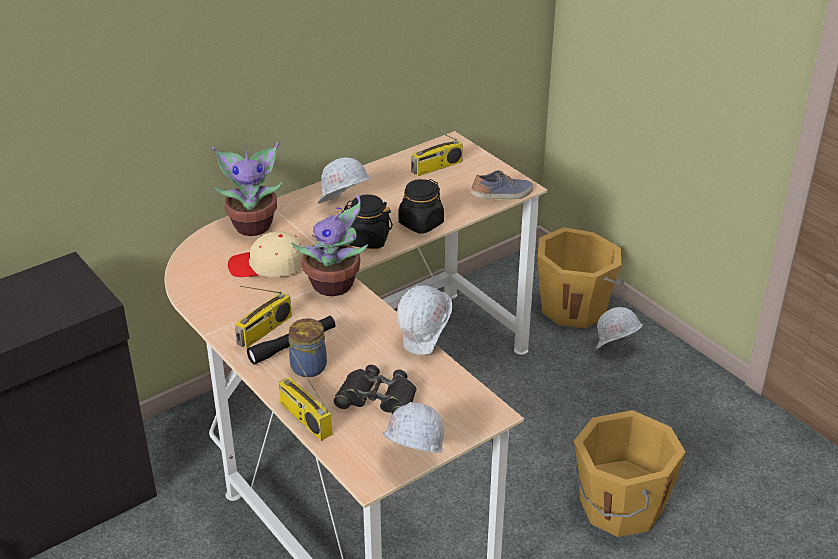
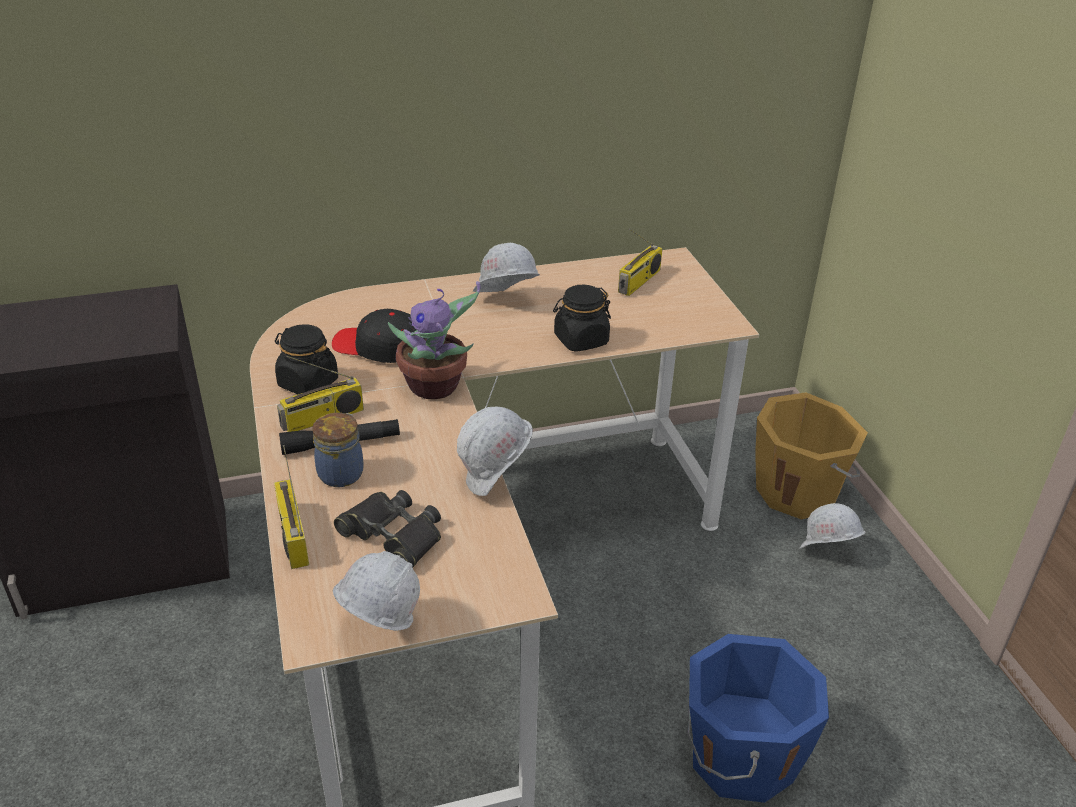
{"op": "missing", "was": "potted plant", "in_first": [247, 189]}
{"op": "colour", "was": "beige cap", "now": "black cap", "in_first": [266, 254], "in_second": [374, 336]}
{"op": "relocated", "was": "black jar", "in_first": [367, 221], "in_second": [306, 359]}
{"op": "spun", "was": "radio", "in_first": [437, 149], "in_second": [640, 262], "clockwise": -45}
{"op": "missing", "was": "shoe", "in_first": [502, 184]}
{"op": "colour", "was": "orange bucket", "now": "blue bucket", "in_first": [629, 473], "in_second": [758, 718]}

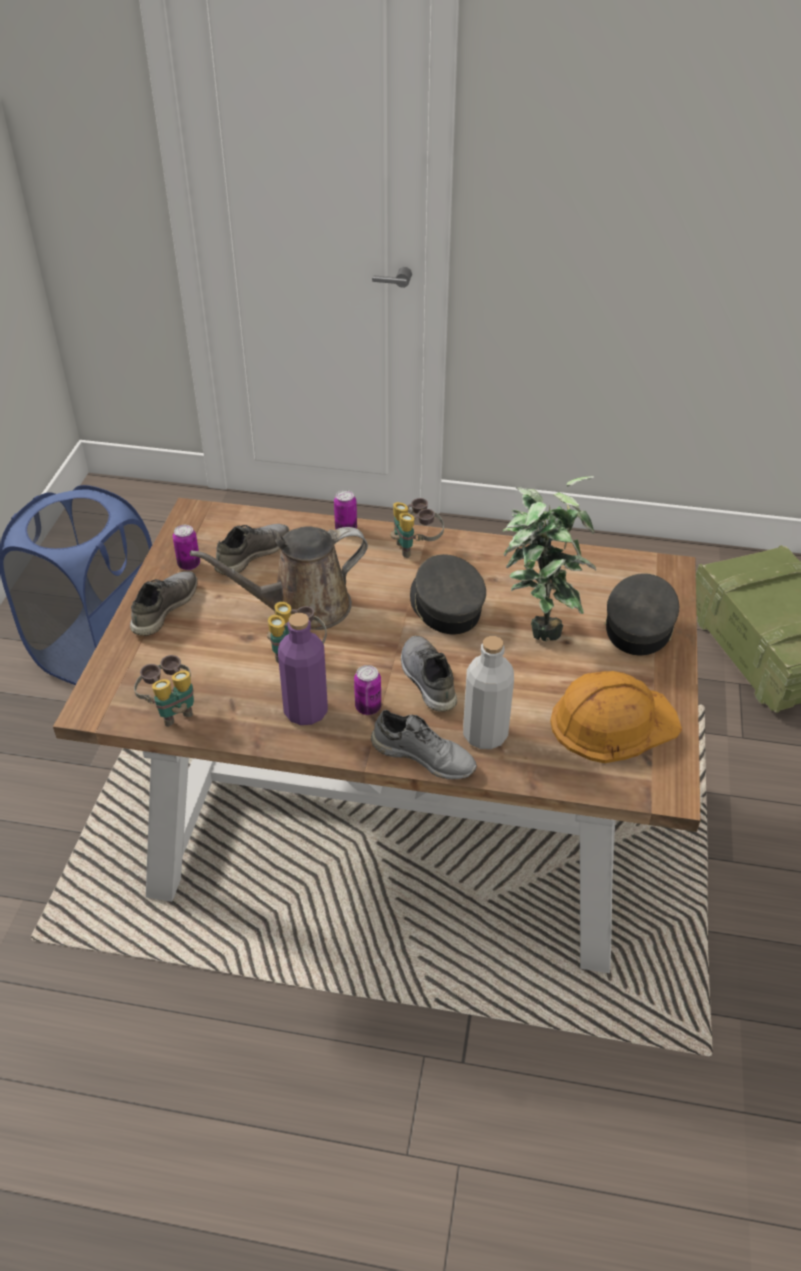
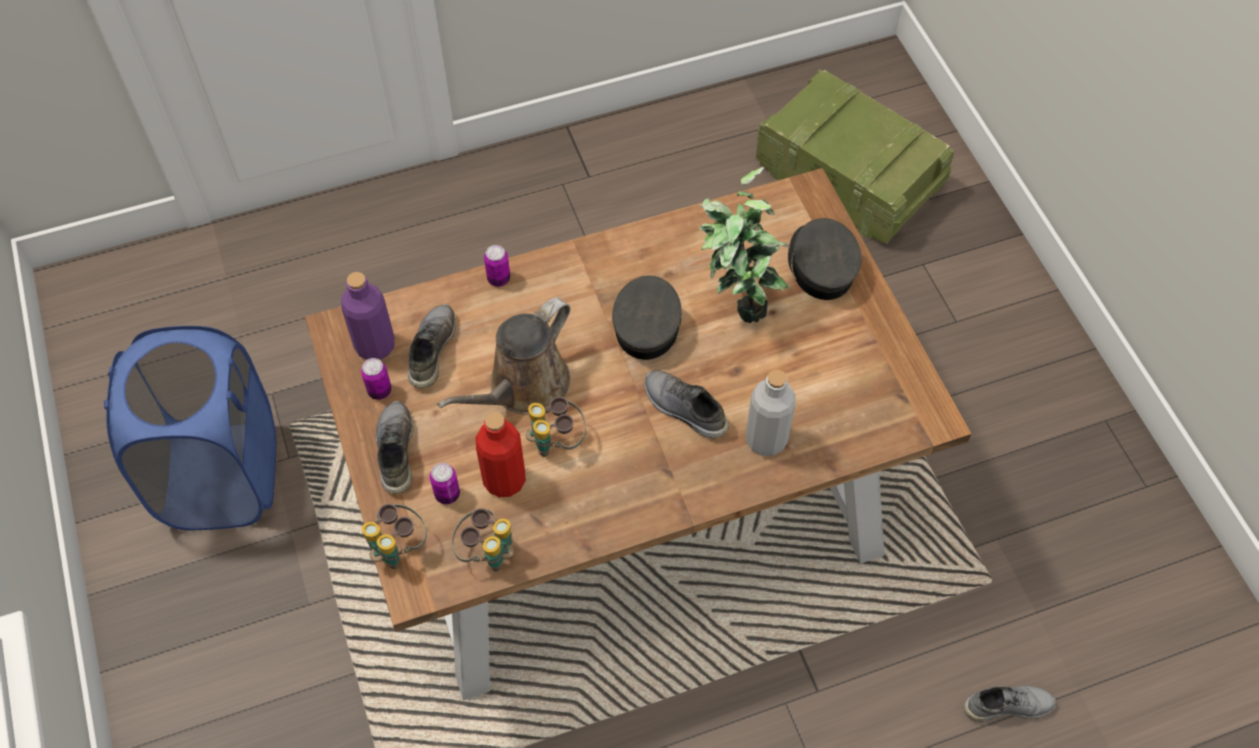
{"op": "relocated", "was": "purple bottle", "in_first": [303, 669], "in_second": [368, 316]}
{"op": "relocated", "was": "can", "in_first": [367, 690], "in_second": [445, 483]}
{"op": "relocated", "was": "grey shoe", "in_first": [424, 745], "in_second": [1010, 704]}
{"op": "relocated", "was": "binoculars", "in_first": [417, 528], "in_second": [394, 536]}
{"op": "spun", "was": "grey cap", "in_first": [448, 594], "in_second": [647, 318], "clockwise": 60}
{"op": "missing", "was": "orange hard hat", "in_first": [616, 717]}
{"op": "appeared", "now": "red bottle", "in_second": [500, 454]}

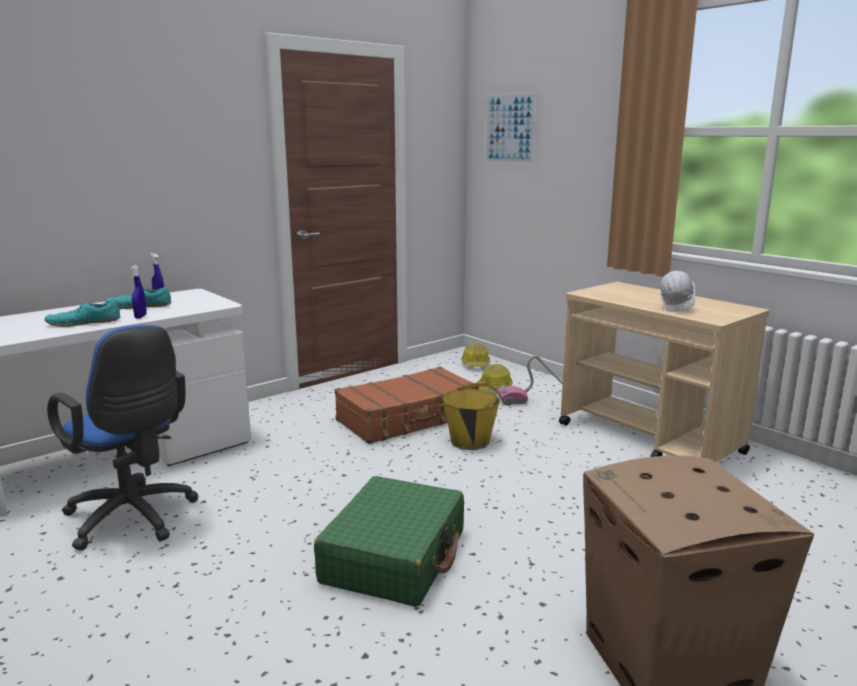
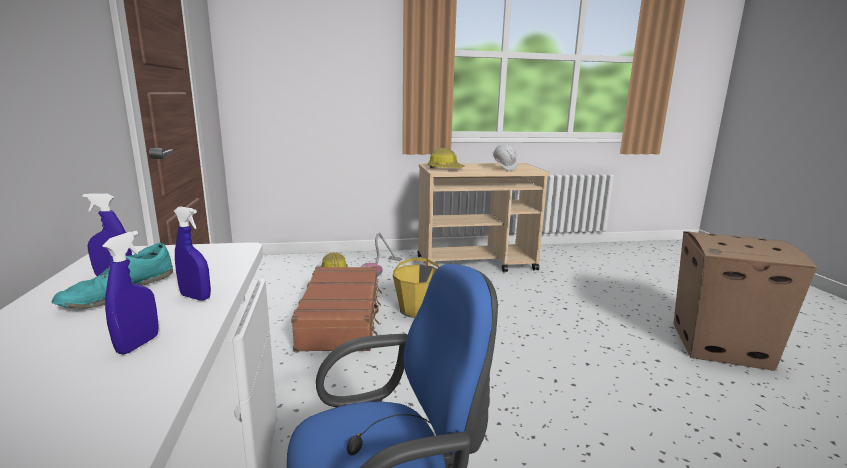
{"op": "exchanged", "was": "turquoise shoe", "now": "blue spray bottle", "in_first": [82, 313], "in_second": [130, 293]}
{"op": "missing", "was": "green suitcase", "in_first": [389, 541]}
{"op": "relocated", "was": "hard hat", "in_first": [475, 355], "in_second": [446, 158]}
{"op": "missing", "was": "picture", "in_first": [511, 128]}

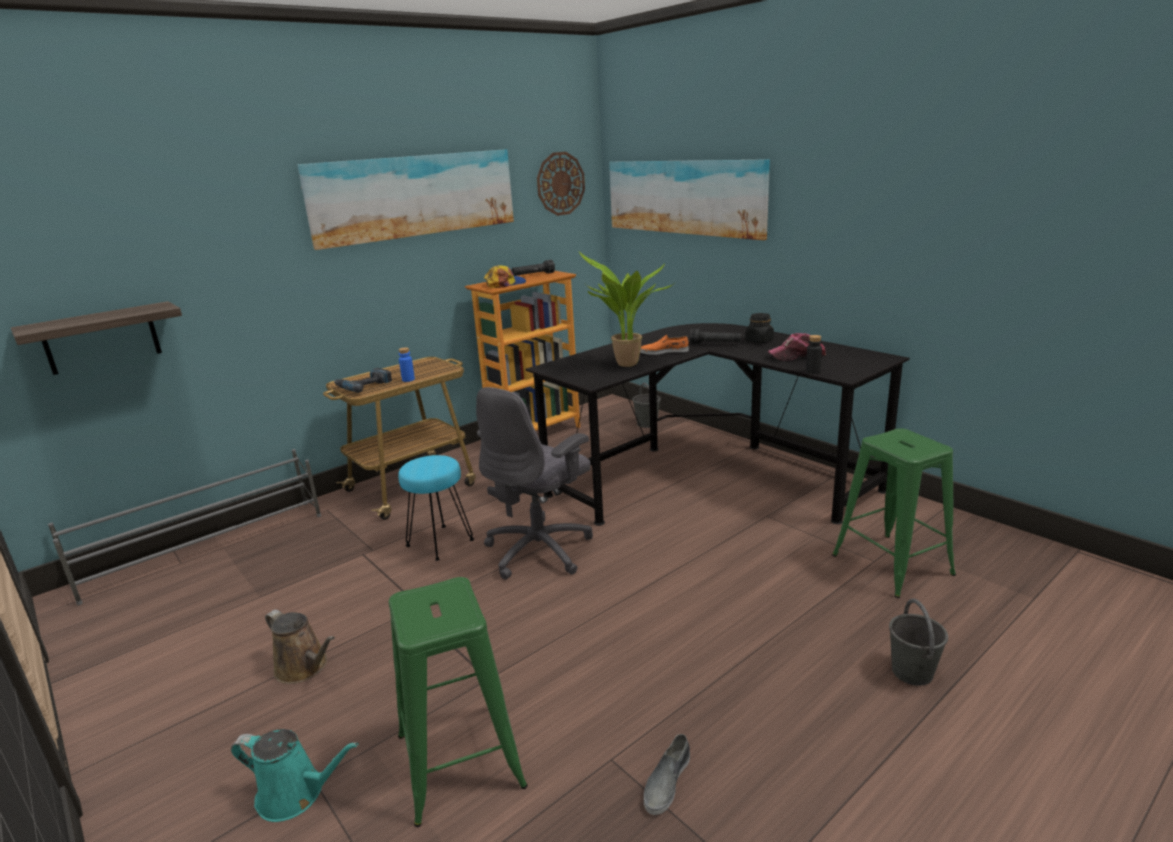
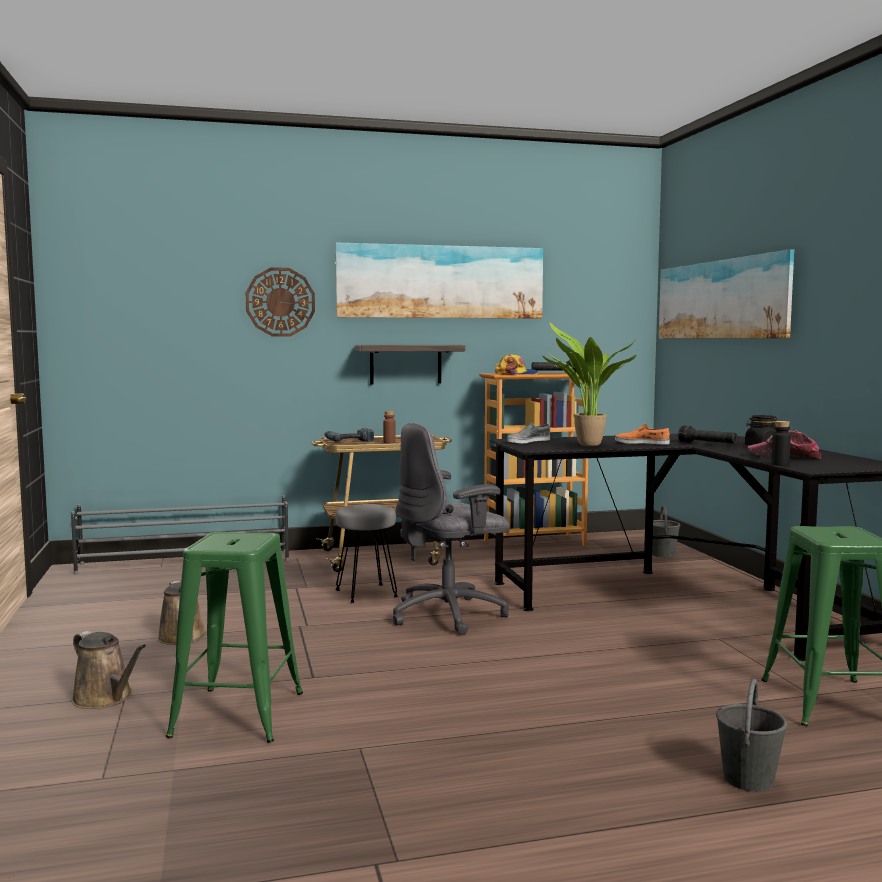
{"op": "relocated", "was": "shelf", "in_first": [96, 338], "in_second": [410, 364]}
{"op": "colour", "was": "turquoise watering can", "now": "brown watering can", "in_first": [294, 775], "in_second": [109, 670]}
{"op": "colour", "was": "blue bottle", "now": "brown bottle", "in_first": [406, 364], "in_second": [389, 427]}
{"op": "colour", "was": "turquoise stool", "now": "grey stool", "in_first": [436, 508], "in_second": [366, 553]}
{"op": "relocated", "was": "wall clock", "in_first": [561, 184], "in_second": [280, 302]}
{"op": "relocated", "was": "grey shoe", "in_first": [667, 774], "in_second": [528, 432]}

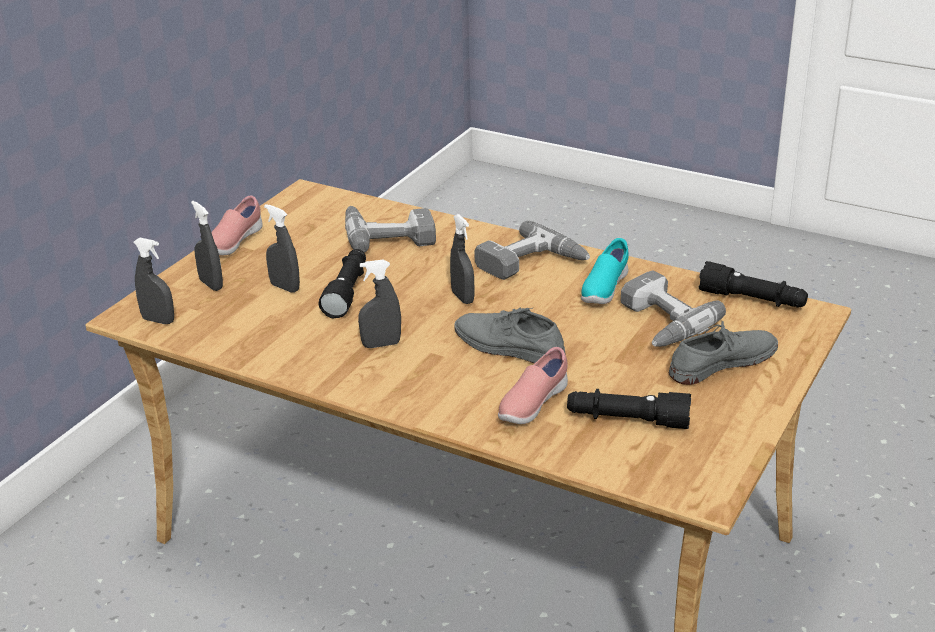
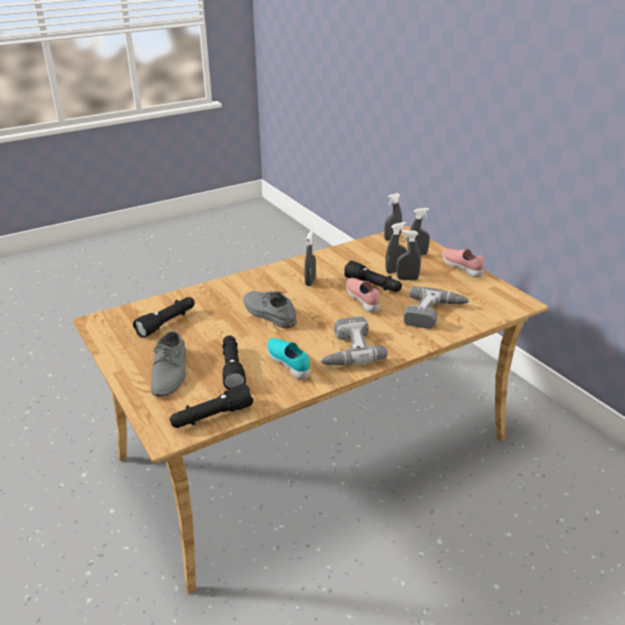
{"op": "relocated", "was": "grey spray bottle", "in_first": [462, 259], "in_second": [408, 255]}
{"op": "spun", "was": "grey shoe", "in_first": [510, 335], "in_second": [270, 309], "clockwise": -105}
{"op": "relocated", "was": "pink shoe", "in_first": [533, 385], "in_second": [363, 295]}
{"op": "exchanged", "was": "power drill", "now": "black flashlight", "in_first": [673, 309], "in_second": [234, 362]}

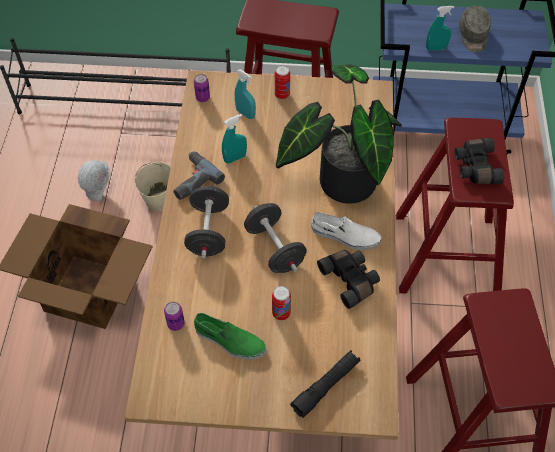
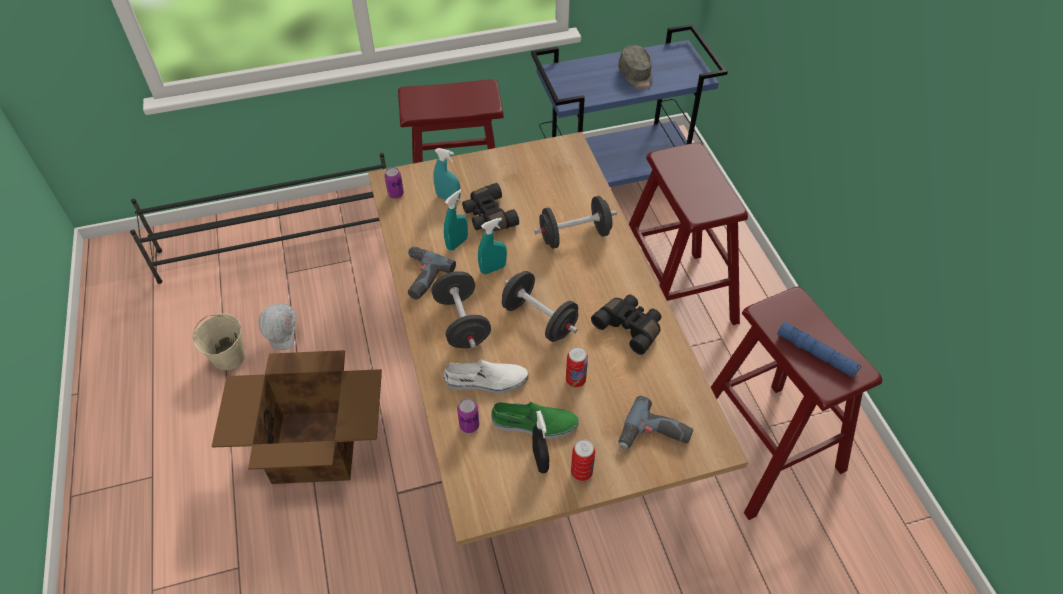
{"op": "relocated", "was": "beige bucket", "in_first": [152, 186], "in_second": [219, 341]}
{"op": "relocated", "was": "can", "in_first": [282, 82], "in_second": [583, 460]}
{"op": "exchanged", "was": "potted plant", "now": "black dumbbell", "in_first": [339, 134], "in_second": [575, 222]}
{"op": "exchanged", "was": "black flashlight", "now": "power drill", "in_first": [325, 384], "in_second": [655, 422]}
{"op": "relocated", "was": "white shoe", "in_first": [347, 231], "in_second": [486, 376]}
{"op": "relocated", "was": "turquoise spray bottle", "in_first": [440, 28], "in_second": [492, 246]}
{"op": "relocated", "was": "black binoculars", "in_first": [479, 161], "in_second": [490, 207]}
{"op": "appeared", "now": "black spray bottle", "in_second": [540, 442]}
{"op": "appeared", "now": "blue flashlight", "in_second": [819, 350]}

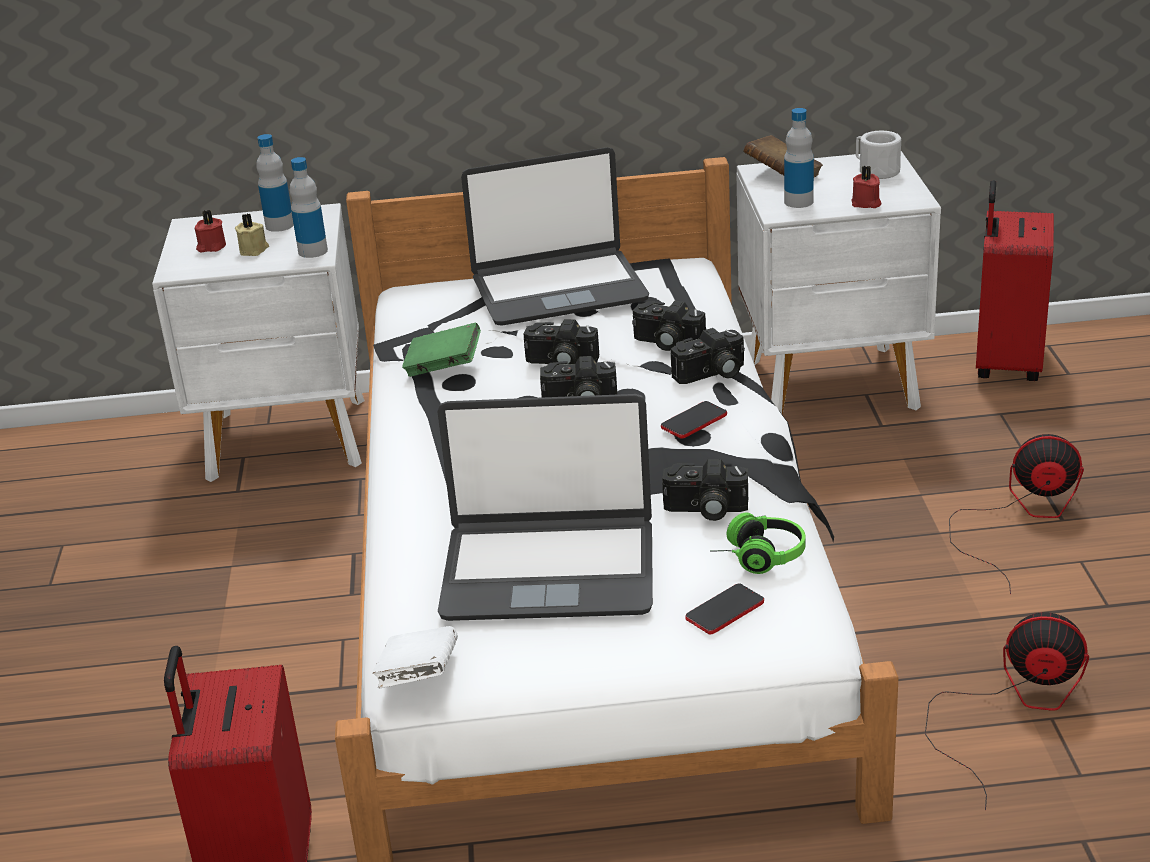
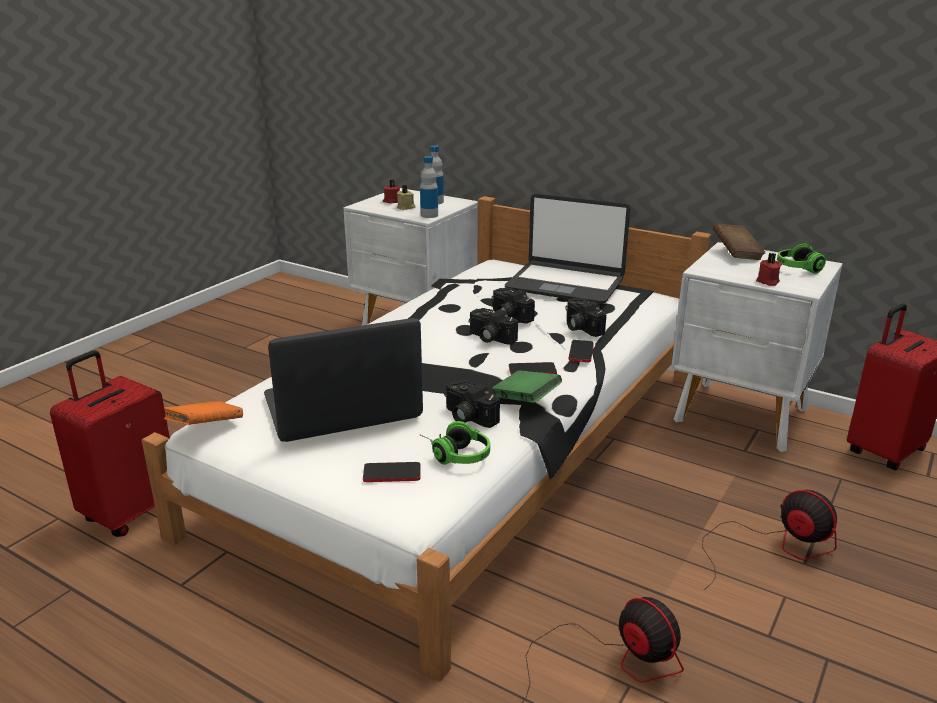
{"op": "colour", "was": "white book", "now": "orange book", "in_first": [415, 657], "in_second": [203, 413]}
{"op": "relocated", "was": "green book", "in_first": [441, 350], "in_second": [527, 386]}
{"op": "spun", "was": "laptop", "in_first": [545, 507], "in_second": [343, 380], "clockwise": 120}
{"op": "exchanged", "was": "photo camera", "now": "phone", "in_first": [707, 356], "in_second": [581, 351]}
{"op": "missing", "was": "bottle", "in_first": [799, 158]}
{"op": "exchanged", "was": "white mug", "now": "headphones", "in_first": [878, 155], "in_second": [801, 258]}

